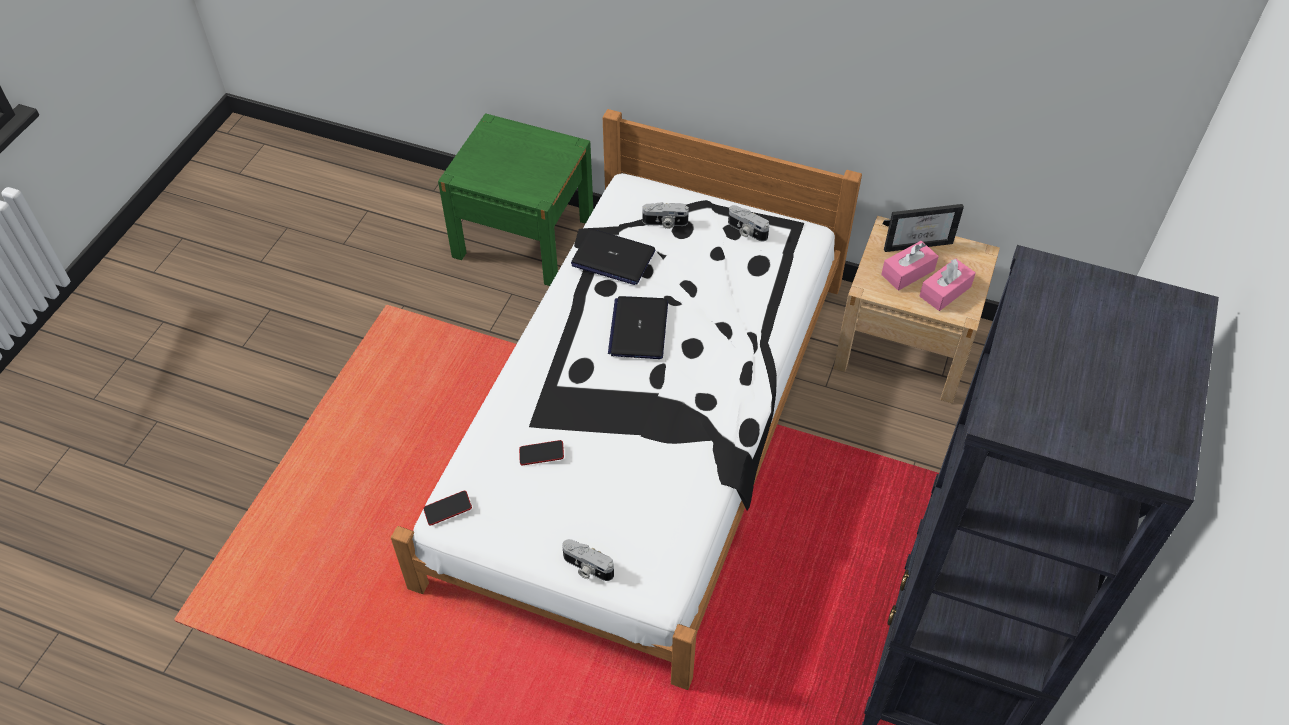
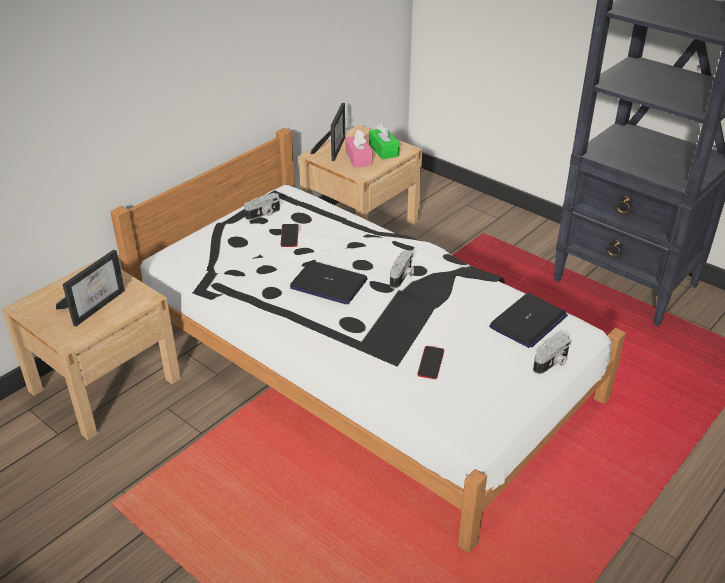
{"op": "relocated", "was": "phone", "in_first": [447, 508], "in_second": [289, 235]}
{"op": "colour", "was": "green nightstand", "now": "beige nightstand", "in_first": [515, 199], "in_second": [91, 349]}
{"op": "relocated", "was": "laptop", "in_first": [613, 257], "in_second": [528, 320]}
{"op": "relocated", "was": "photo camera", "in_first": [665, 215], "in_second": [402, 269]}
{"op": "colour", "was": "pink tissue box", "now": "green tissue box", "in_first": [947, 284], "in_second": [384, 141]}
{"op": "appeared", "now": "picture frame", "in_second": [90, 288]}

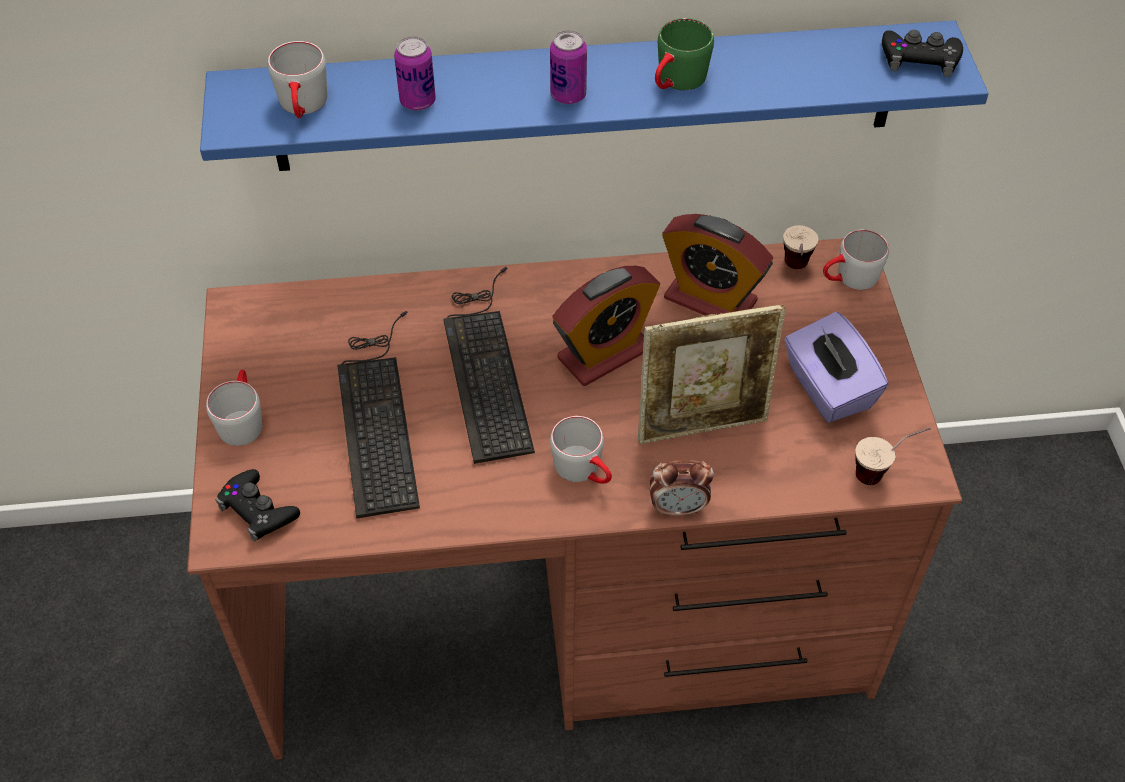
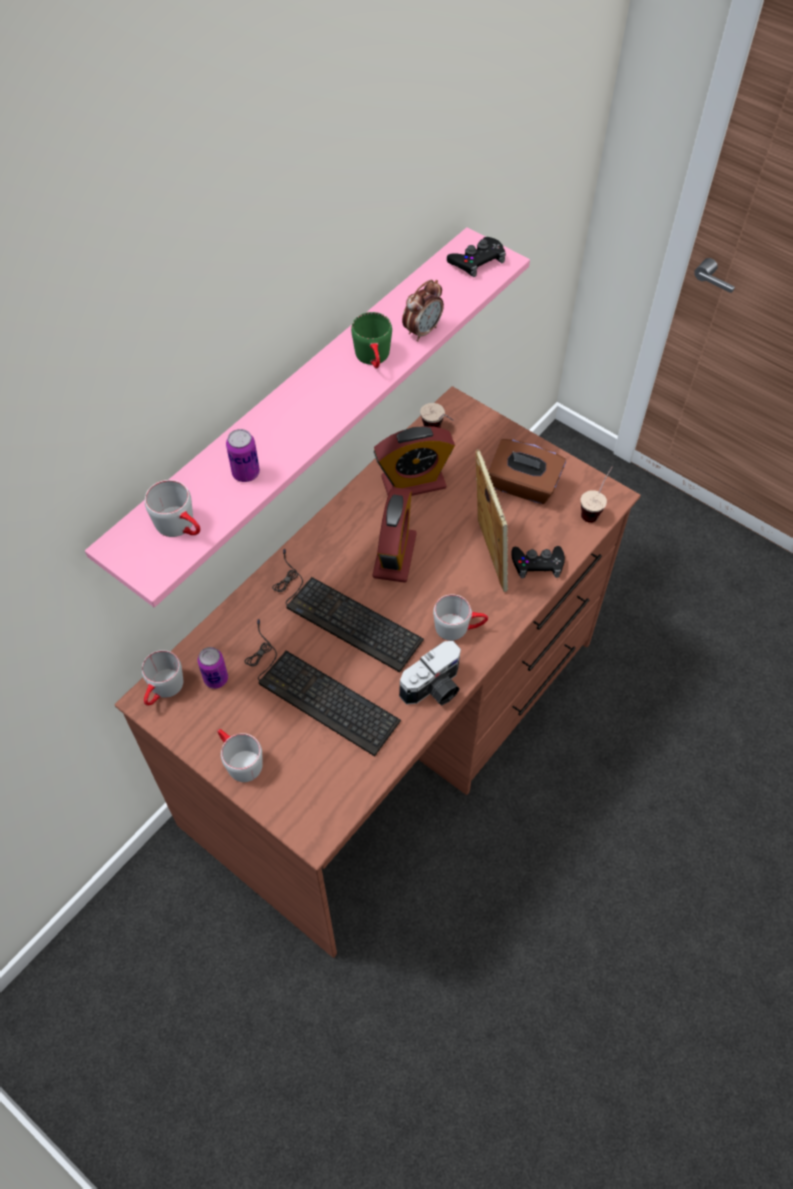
{"op": "colour", "was": "blue shelf", "now": "pink shelf", "in_first": [594, 95], "in_second": [307, 417]}
{"op": "relocated", "was": "black game controller", "in_first": [258, 505], "in_second": [538, 562]}
{"op": "relocated", "was": "can", "in_first": [568, 67], "in_second": [213, 668]}
{"op": "spun", "was": "picture frame", "in_first": [712, 374], "in_second": [491, 520], "clockwise": -45}
{"op": "relocated", "was": "alarm clock", "in_first": [682, 488], "in_second": [423, 311]}
{"op": "colour", "was": "purple tissue box", "now": "brown tissue box", "in_first": [836, 367], "in_second": [527, 471]}
{"op": "relocated", "was": "grey mug", "in_first": [856, 259], "in_second": [162, 678]}
{"op": "appeared", "now": "photo camera", "in_second": [430, 673]}

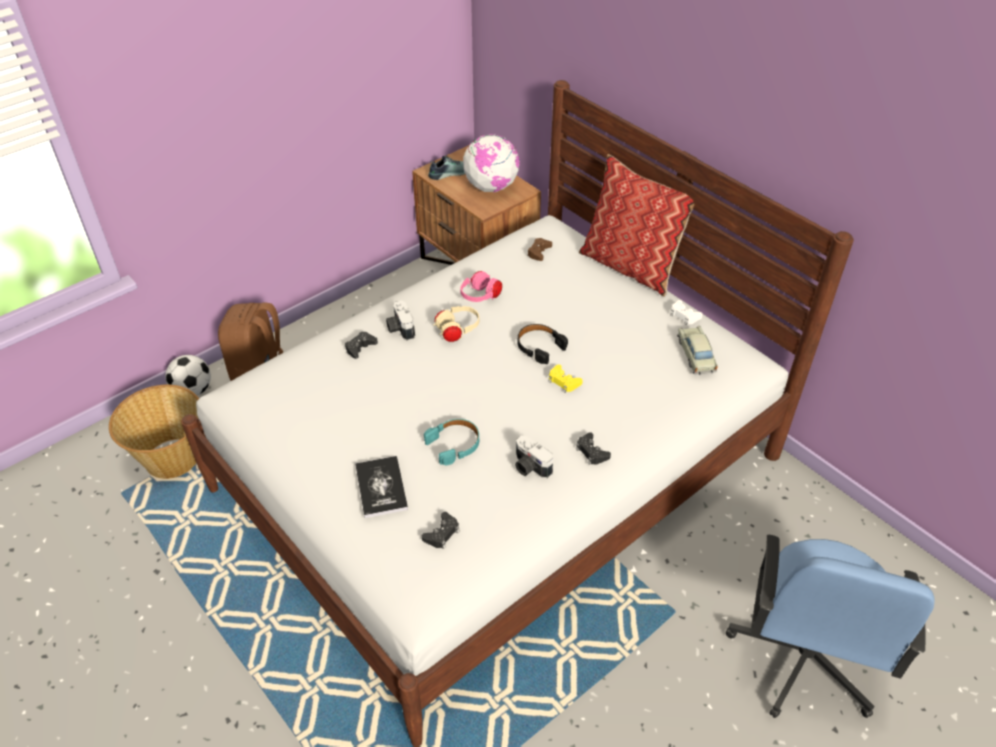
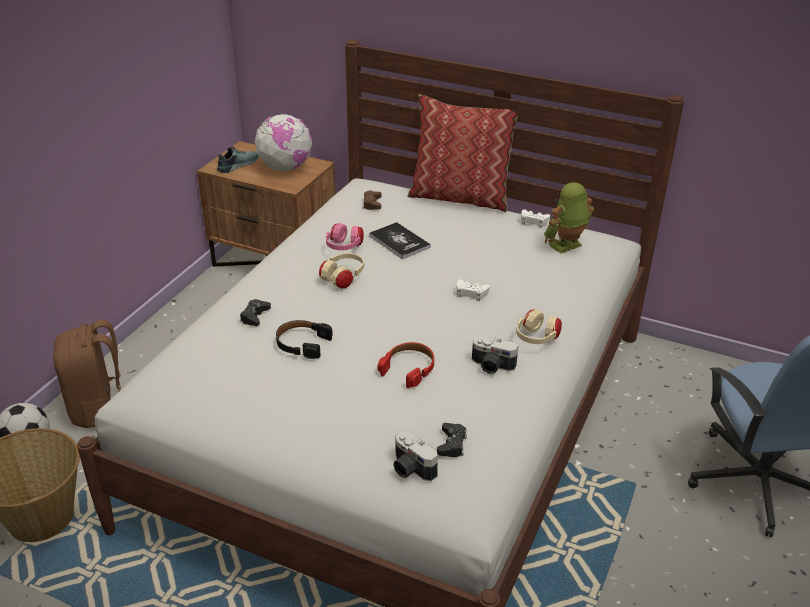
{"op": "relocated", "was": "book", "in_first": [381, 487], "in_second": [400, 241]}
{"op": "relocated", "was": "photo camera", "in_first": [400, 321], "in_second": [415, 456]}
{"op": "colour", "was": "turquoise headphones", "now": "red headphones", "in_first": [451, 442], "in_second": [406, 365]}
{"op": "relocated", "was": "black headphones", "in_first": [543, 344], "in_second": [304, 339]}
{"op": "colour", "was": "yellow game controller", "now": "white game controller", "in_first": [565, 378], "in_second": [473, 290]}
{"op": "exchanged", "was": "black game controller", "now": "beige headphones", "in_first": [593, 448], "in_second": [539, 326]}
{"op": "exchanged", "was": "beige toy car", "now": "toy robot", "in_first": [697, 350], "in_second": [569, 218]}

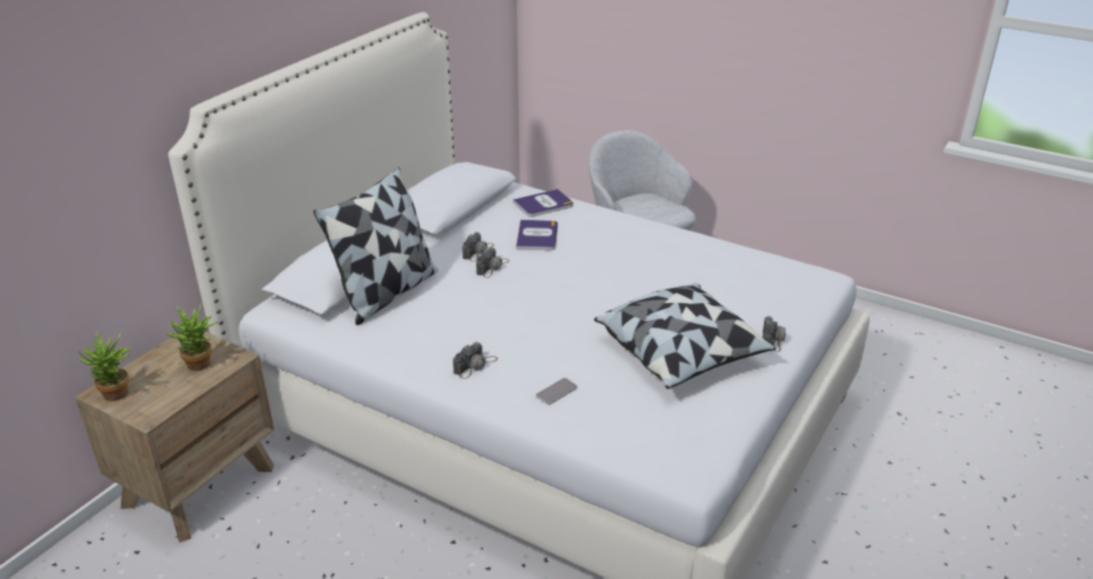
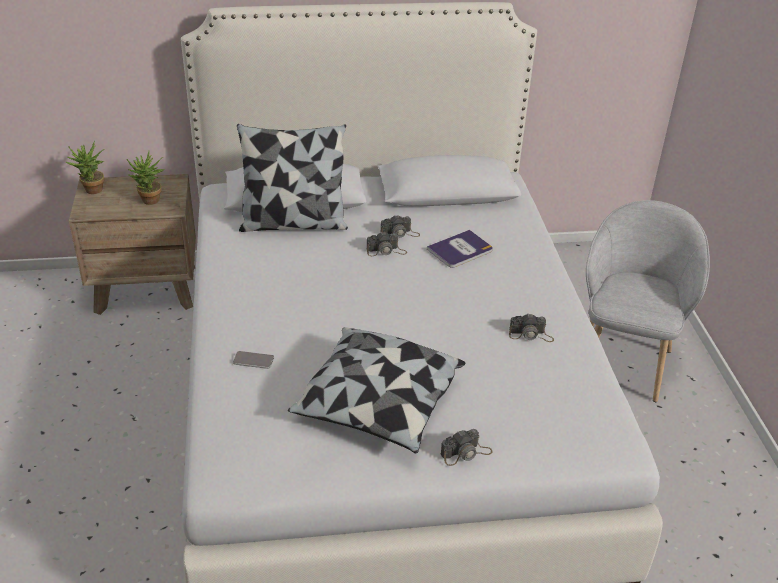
{"op": "relocated", "was": "photo camera", "in_first": [475, 360], "in_second": [531, 328]}
{"op": "missing", "was": "book", "in_first": [543, 203]}

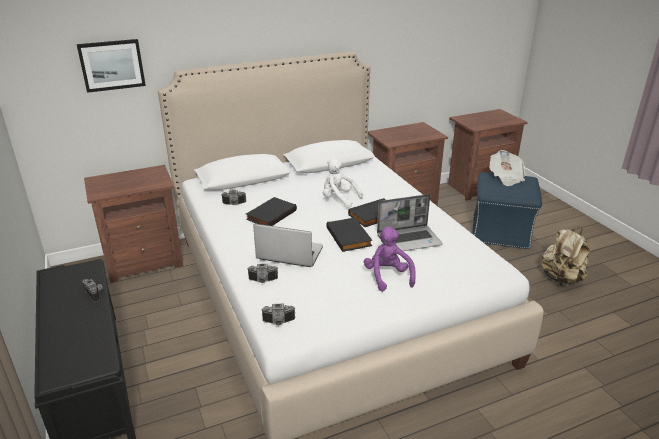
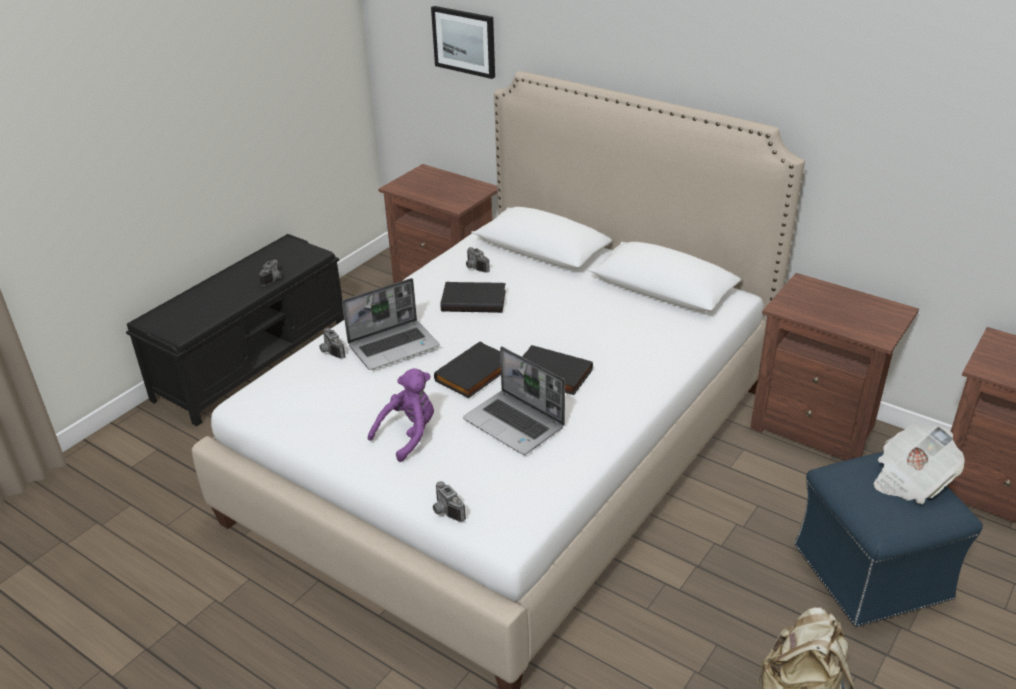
{"op": "spun", "was": "laptop", "in_first": [288, 245], "in_second": [391, 324], "clockwise": 75}
{"op": "relocated", "was": "photo camera", "in_first": [278, 314], "in_second": [449, 501]}
{"op": "missing", "was": "white plush toy", "in_first": [343, 183]}

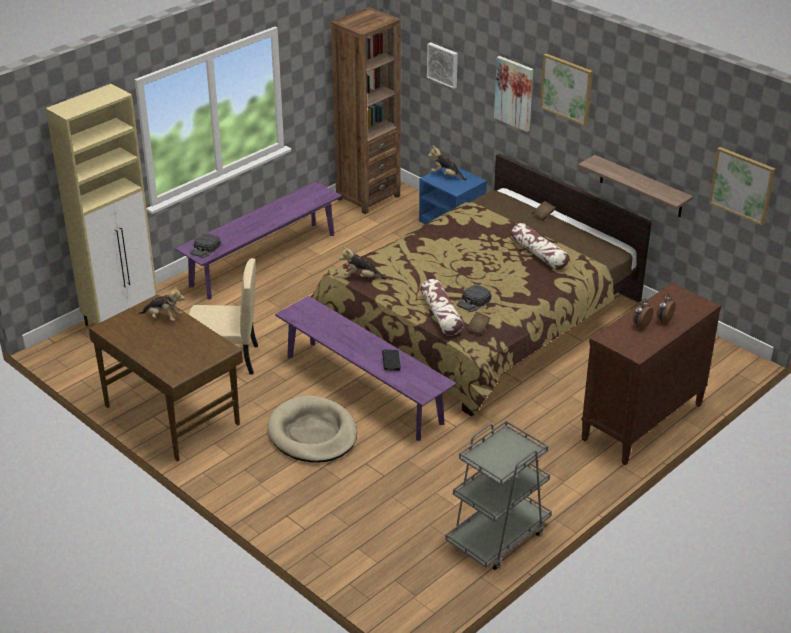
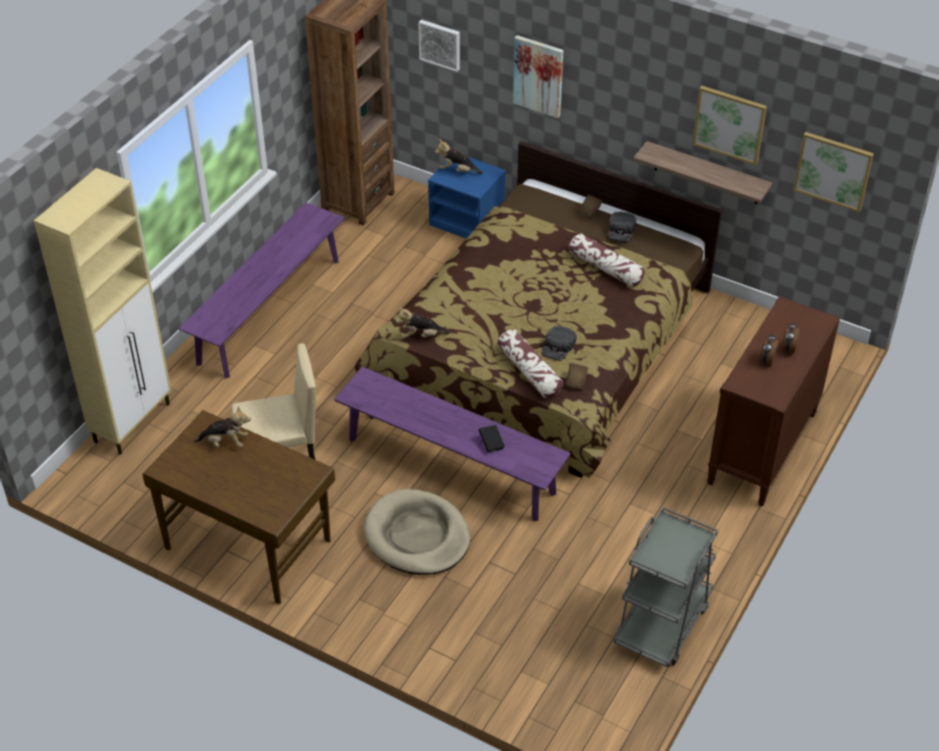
{"op": "relocated", "was": "black cap", "in_first": [205, 245], "in_second": [622, 226]}
{"op": "relocated", "was": "picture", "in_first": [566, 90], "in_second": [729, 125]}

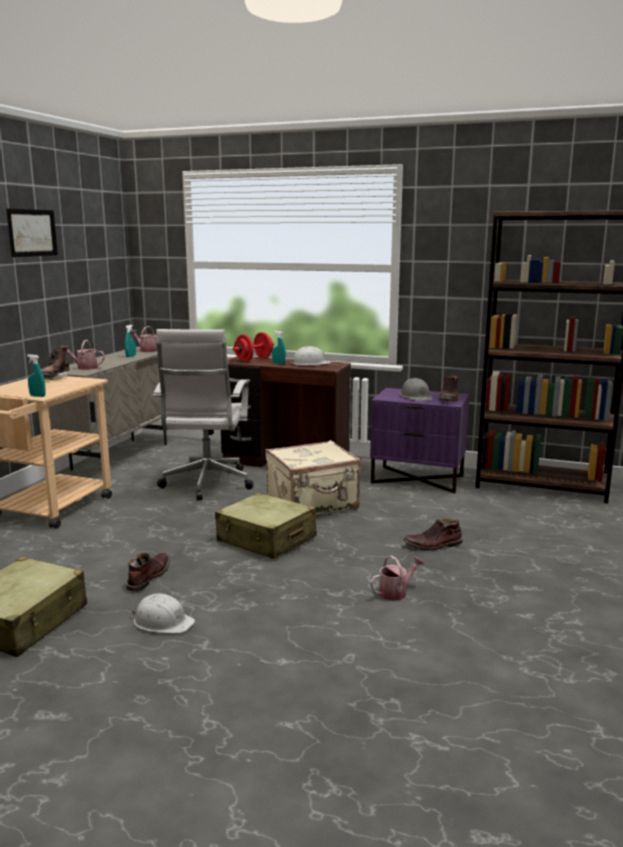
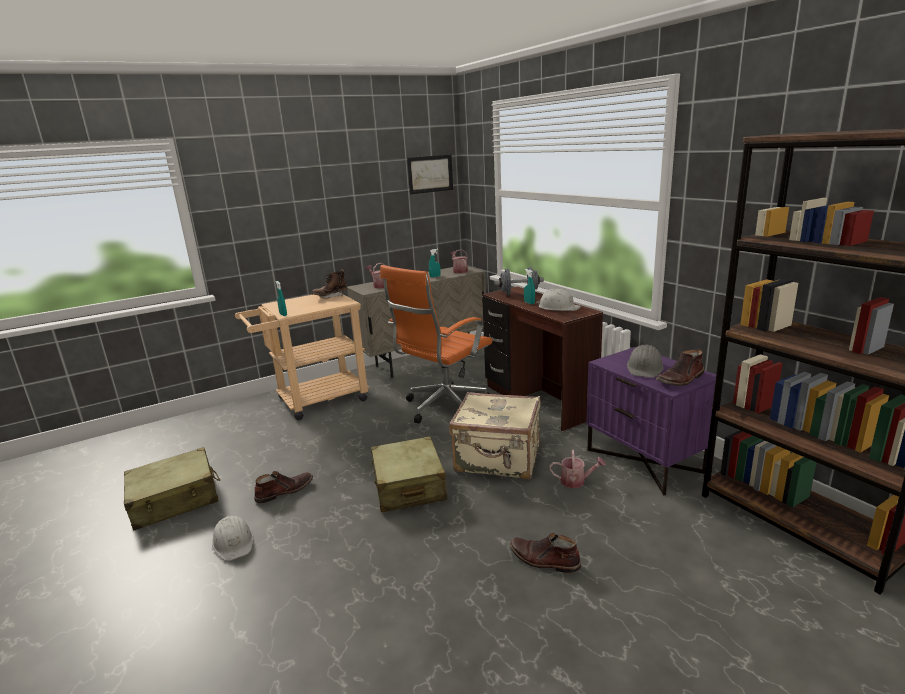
{"op": "relocated", "was": "picture", "in_first": [32, 233], "in_second": [430, 174]}
{"op": "colour", "was": "white office chair", "now": "orange office chair", "in_first": [203, 415], "in_second": [436, 344]}
{"op": "colour", "was": "red dumbbell", "now": "grey dumbbell", "in_first": [253, 346], "in_second": [519, 281]}
{"op": "relocated", "was": "watering can", "in_first": [397, 578], "in_second": [578, 469]}

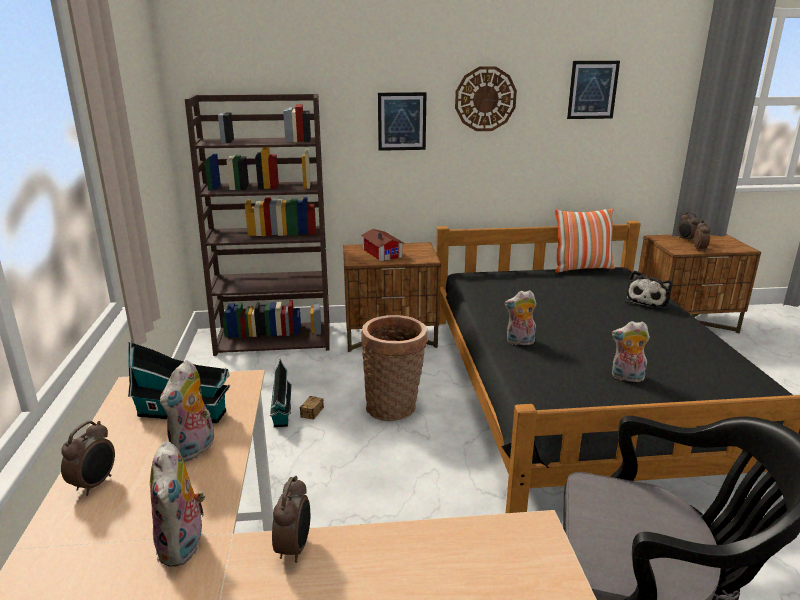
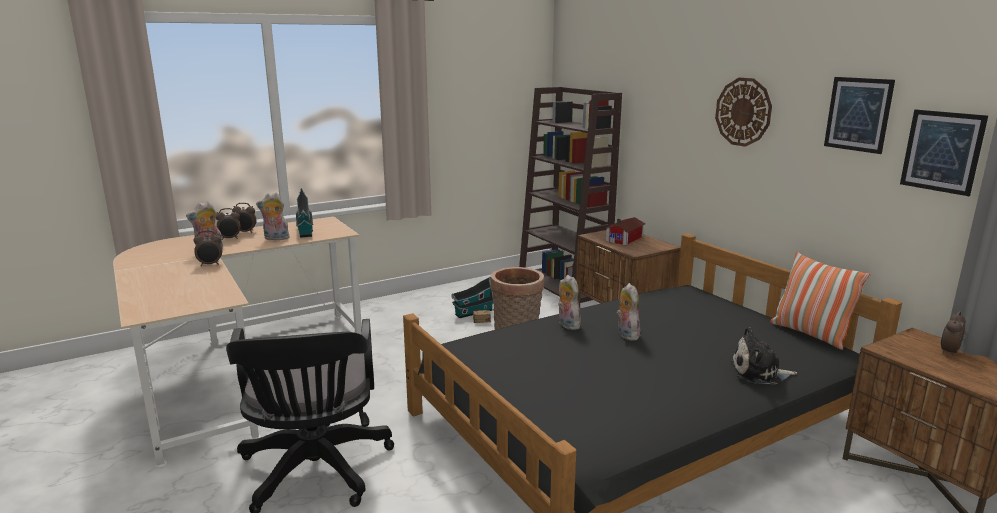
{"op": "relocated", "was": "picture", "in_first": [402, 121], "in_second": [944, 152]}
{"op": "relocated", "was": "plush toy", "in_first": [631, 351], "in_second": [628, 312]}
{"op": "relocated", "was": "alarm clock", "in_first": [702, 236], "in_second": [228, 224]}

